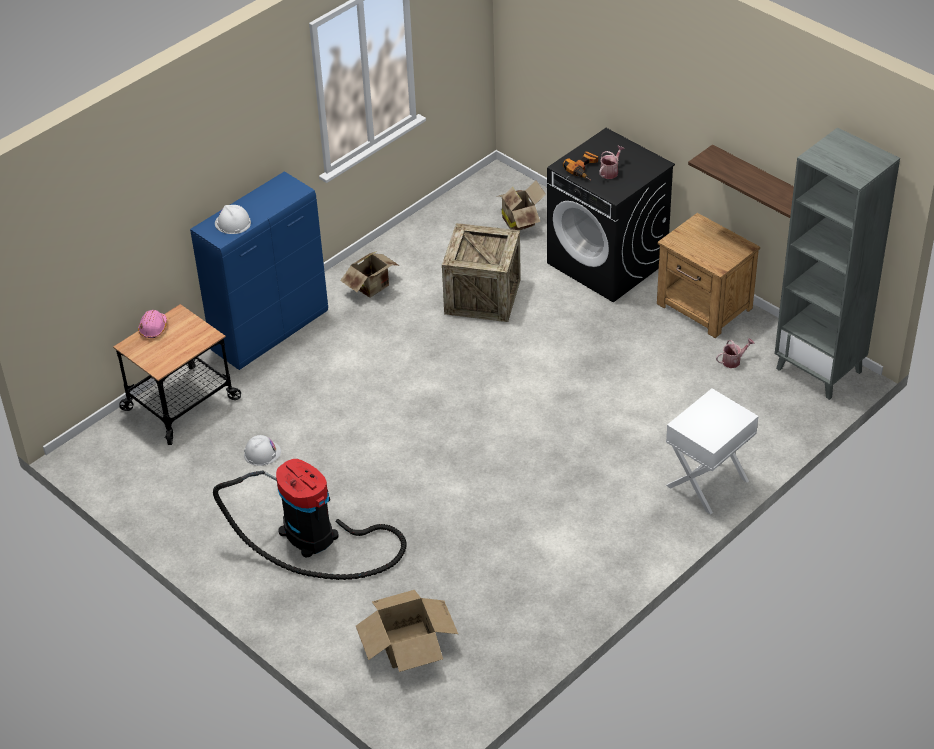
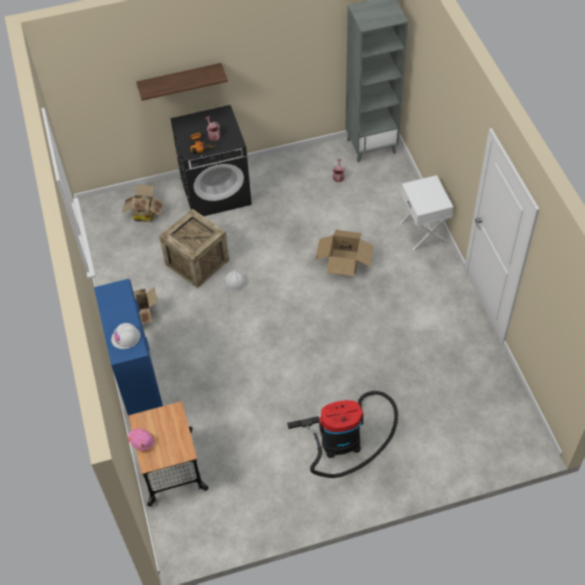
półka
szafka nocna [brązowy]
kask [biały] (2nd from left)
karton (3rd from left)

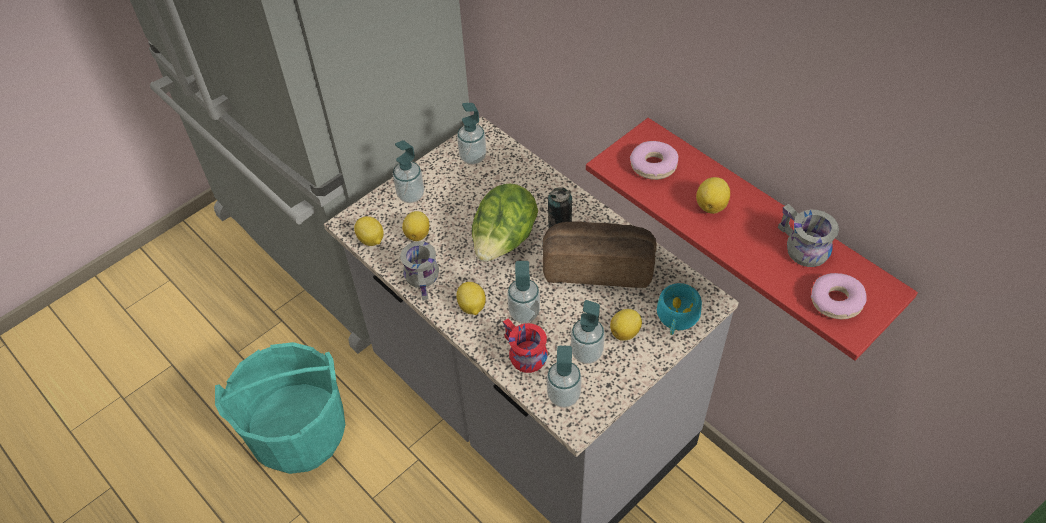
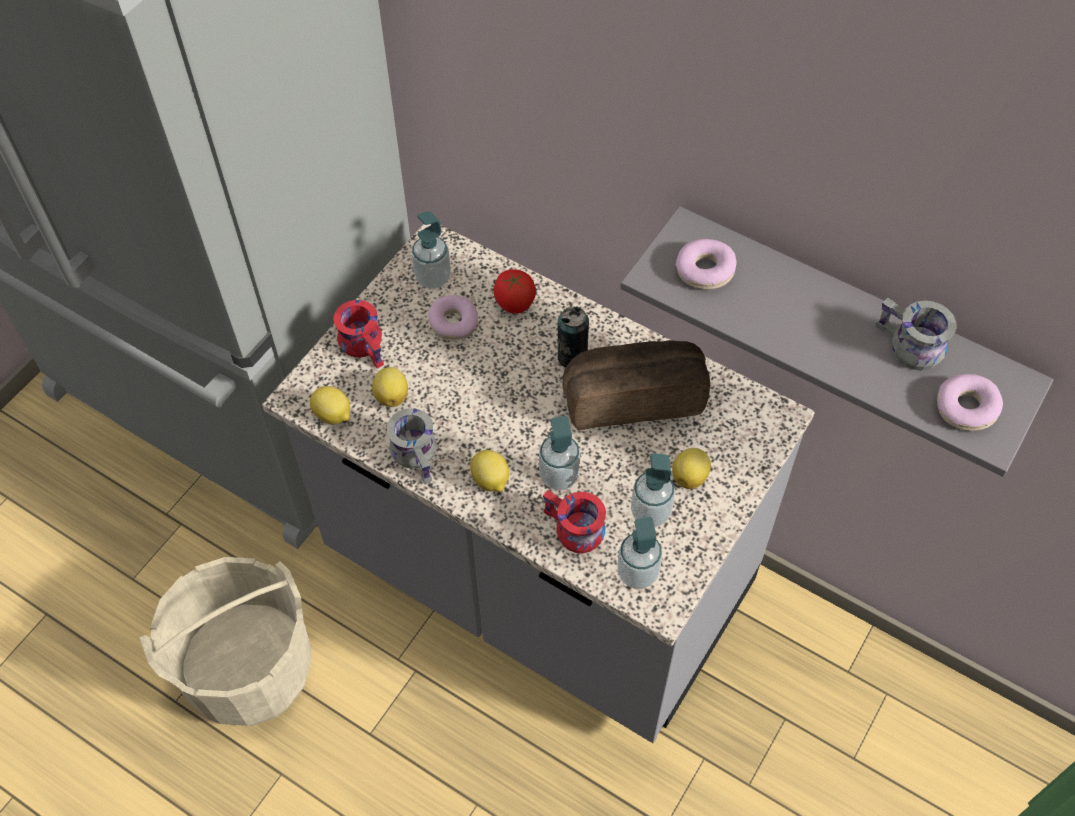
półka [szary]
kubek [czerwony] (1st from left)
cytryna (5th from left in the first image)
sałata
filiżanka [turkusowy]
wiadro [beżowy]
pomidor
donut (1st from left)

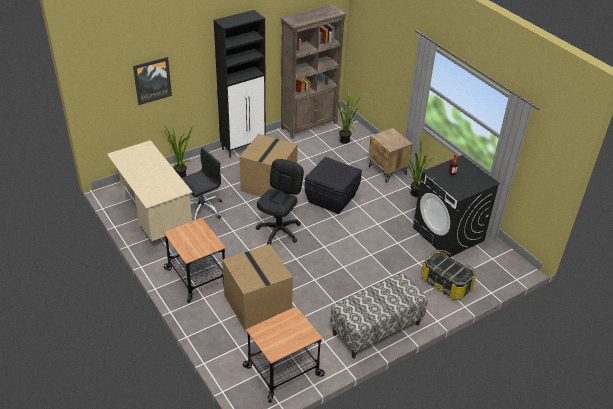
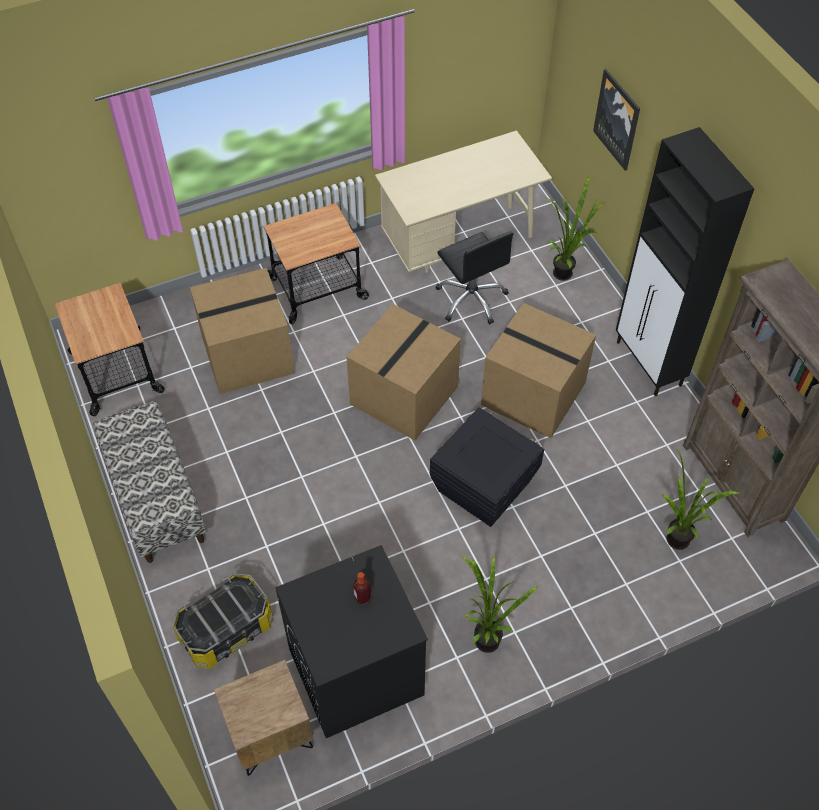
szafka nocna [brązowy]
karton (2nd from left)

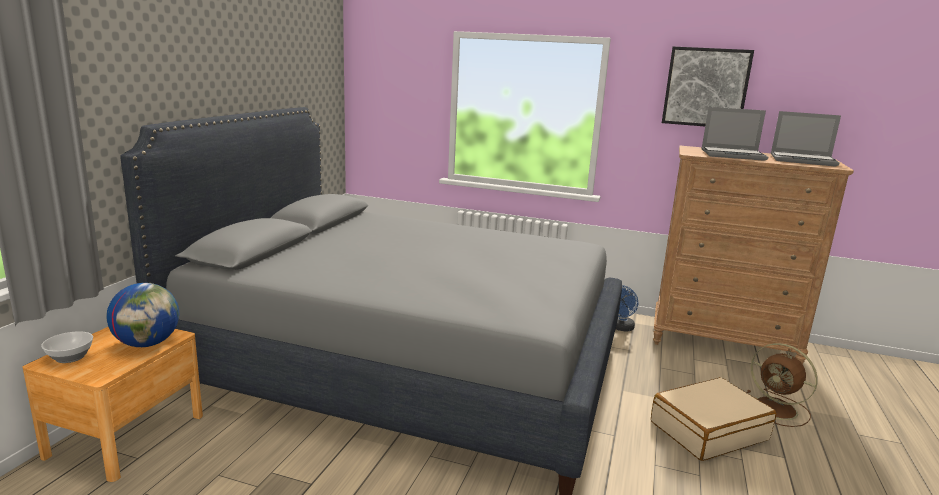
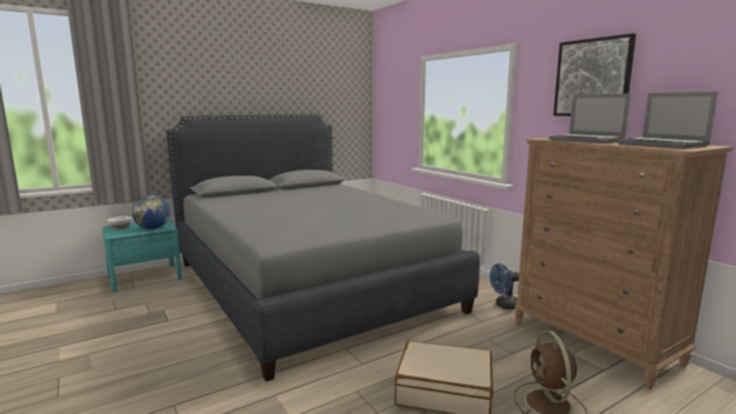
szafka nocna [turkusowy]

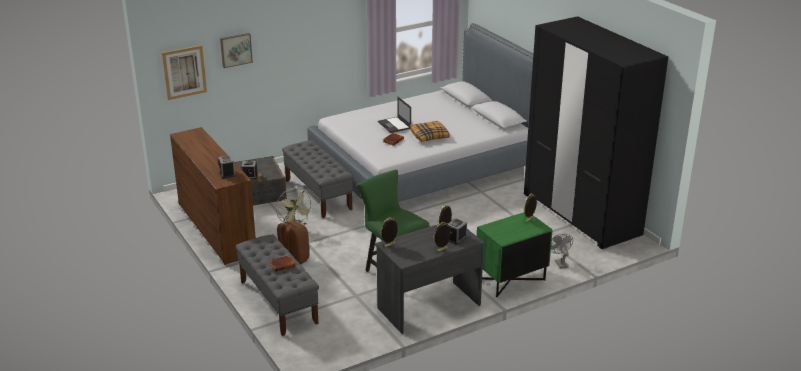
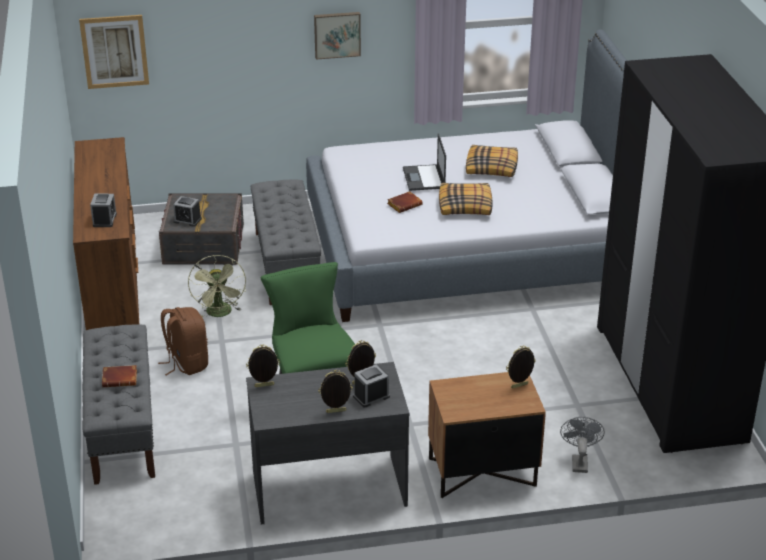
obraz (2nd from left)
szafka nocna [brązowy]
poduszka (2nd from left)

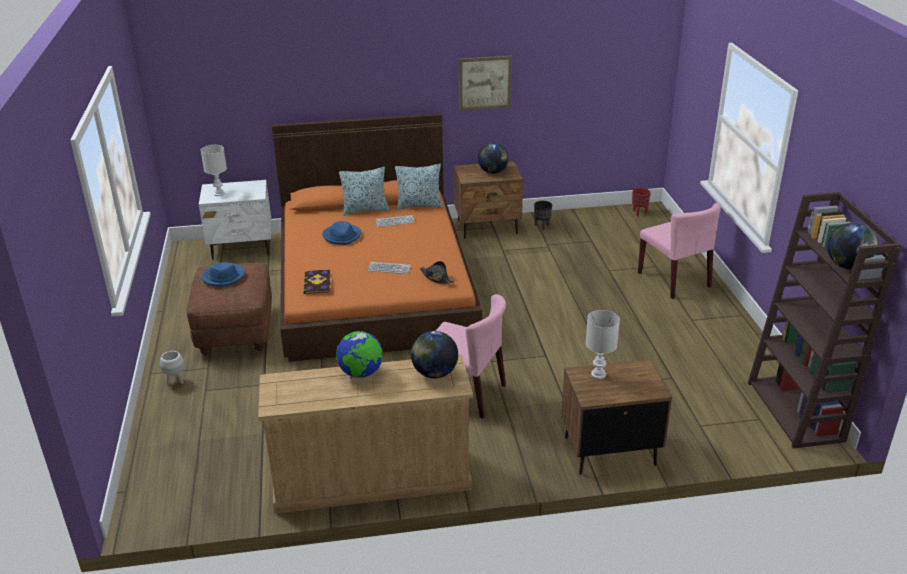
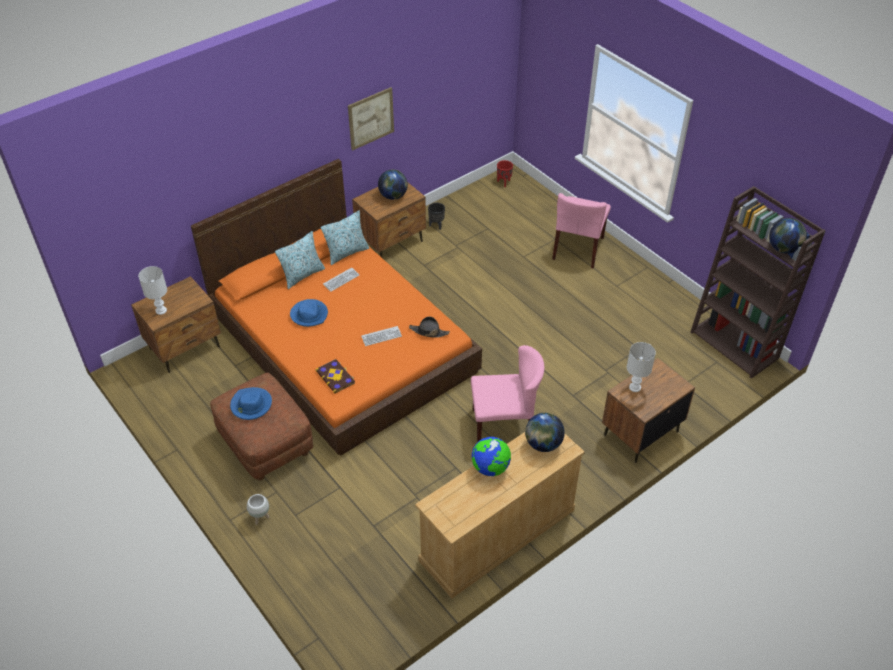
szafka nocna [brązowy] (1st from left)
krzesło [różowy] (2nd from left)

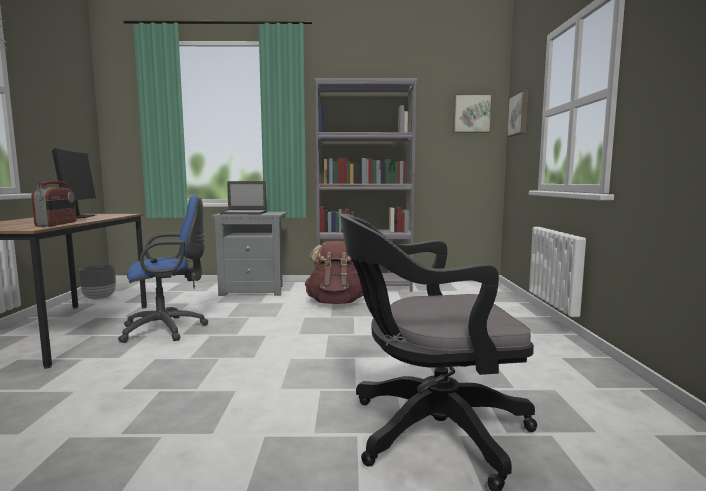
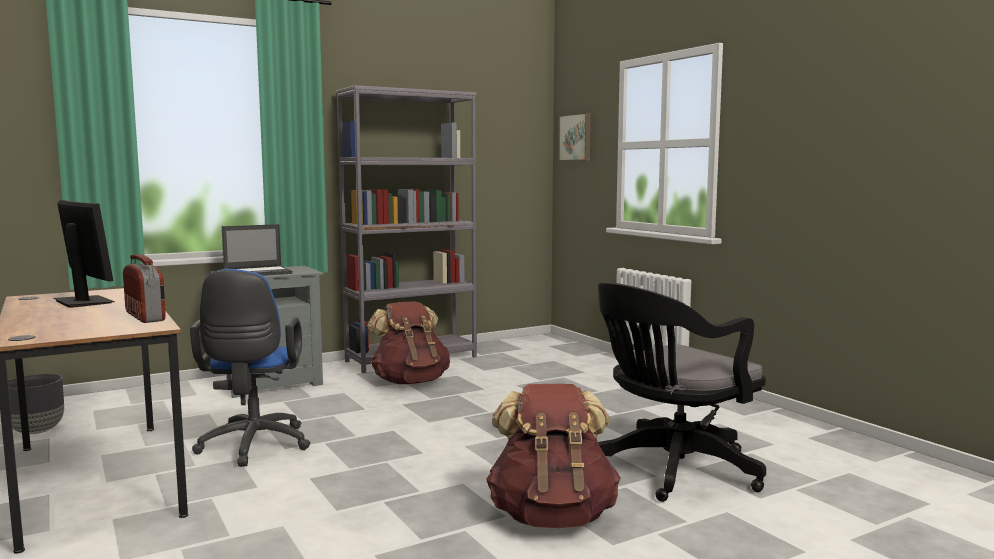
obraz (1st from left in the first image)
krzesło biurowe [niebieski]
plecak [brązowy] (2nd from left)

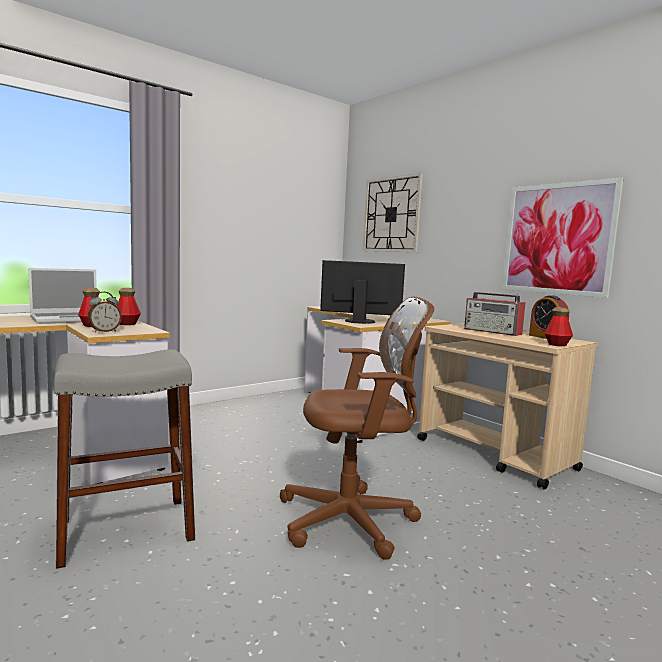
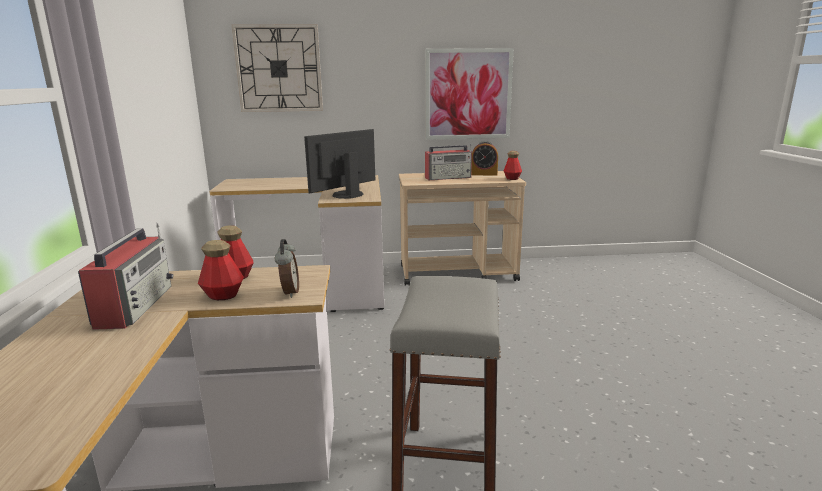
radio (1st from left)
krzesło biurowe [brązowy]

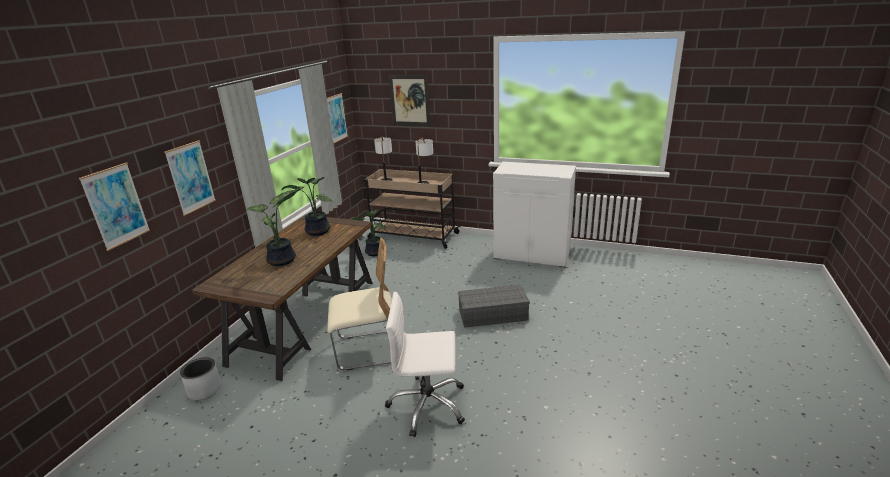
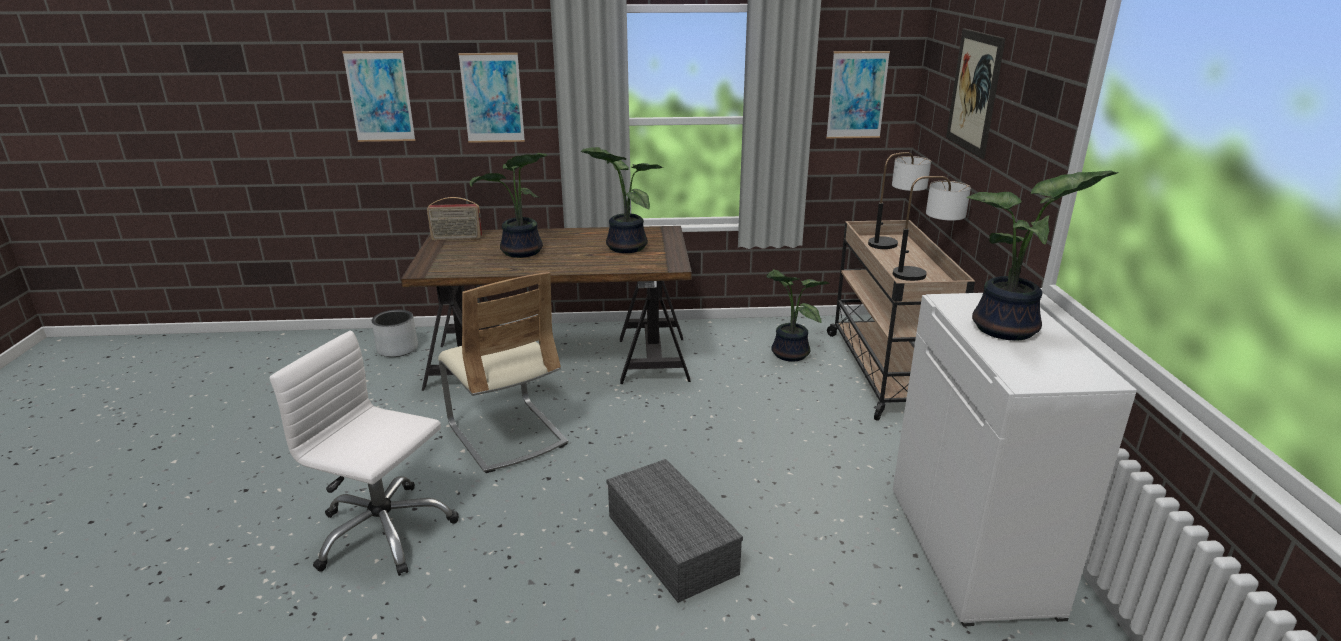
krzesło biurowe [biały]
roślina doniczkowa (4th from left)
radio

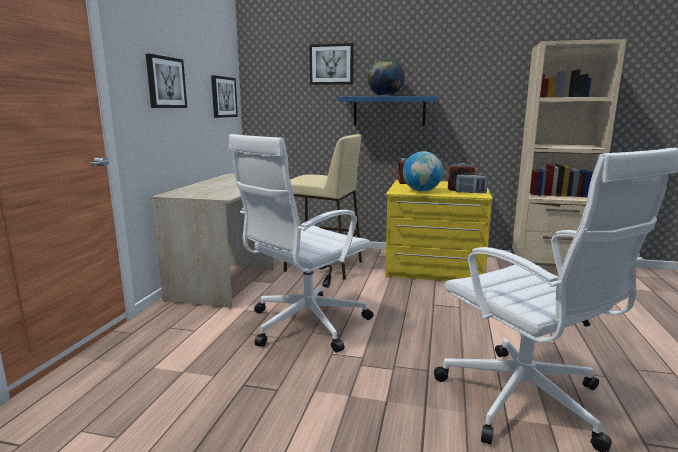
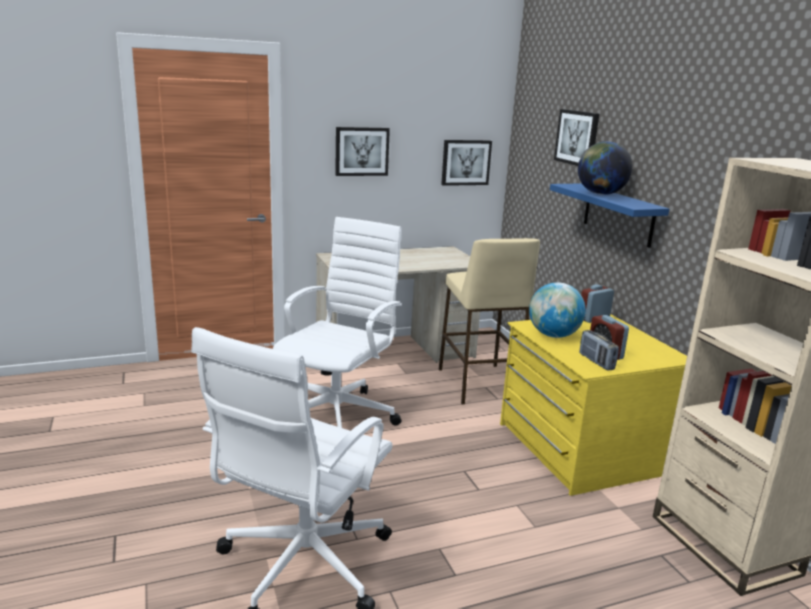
krzesło biurowe [biały] (2nd from left)

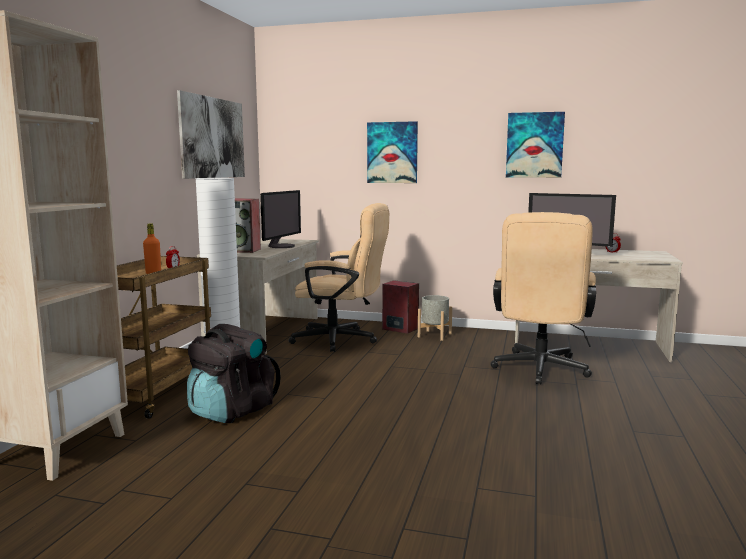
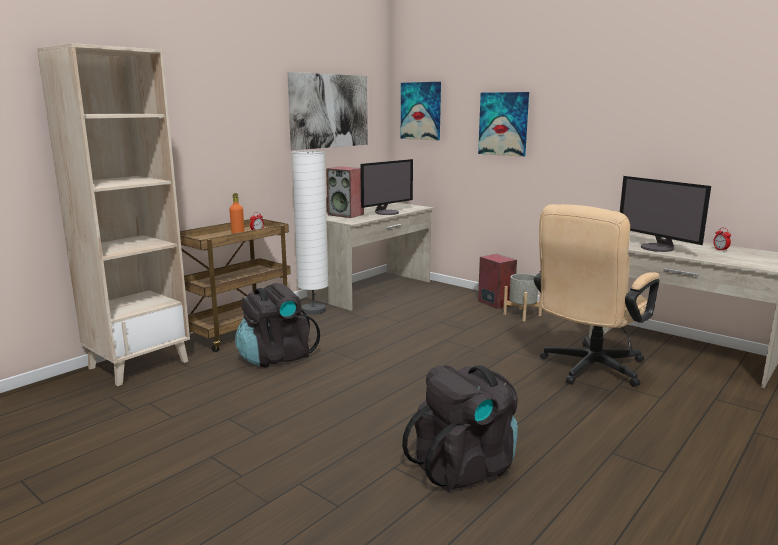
obraz (2nd from left)
krzesło biurowe [beżowy] (1st from left in the first image)
plecak [czarny] (2nd from left)

